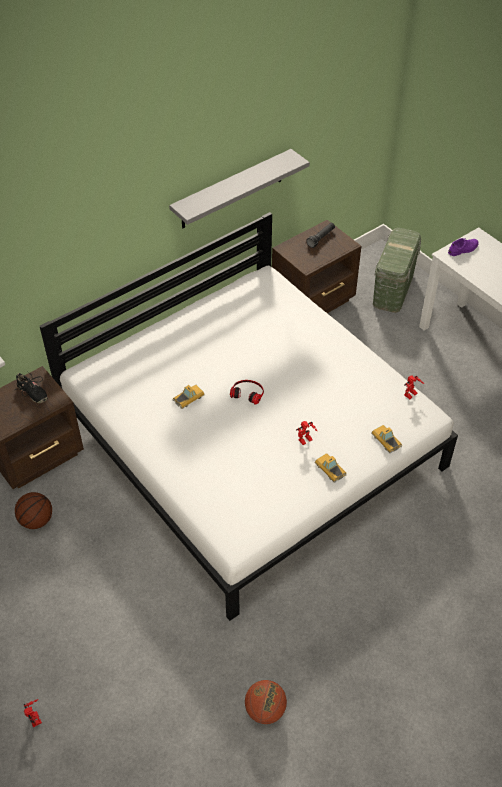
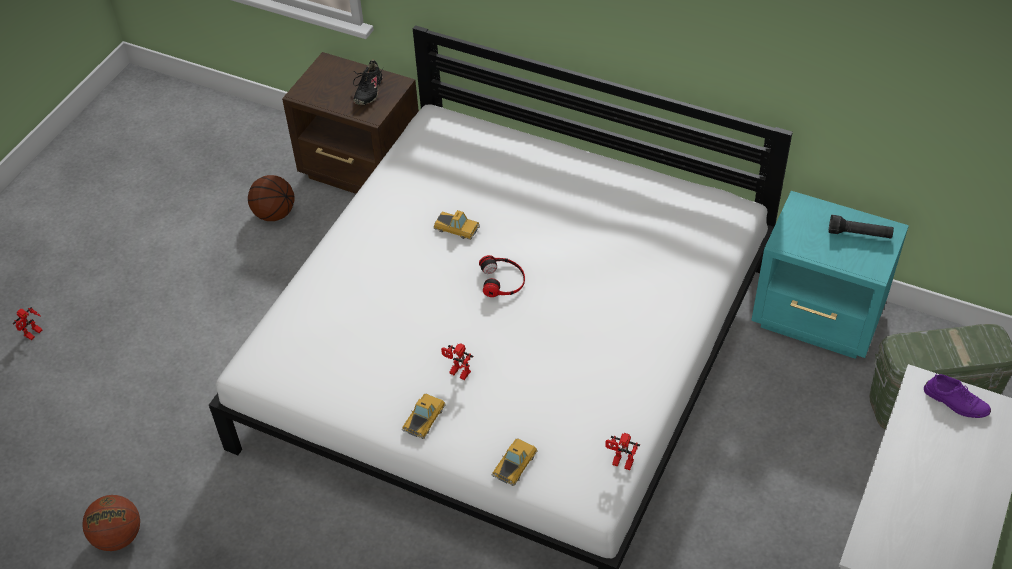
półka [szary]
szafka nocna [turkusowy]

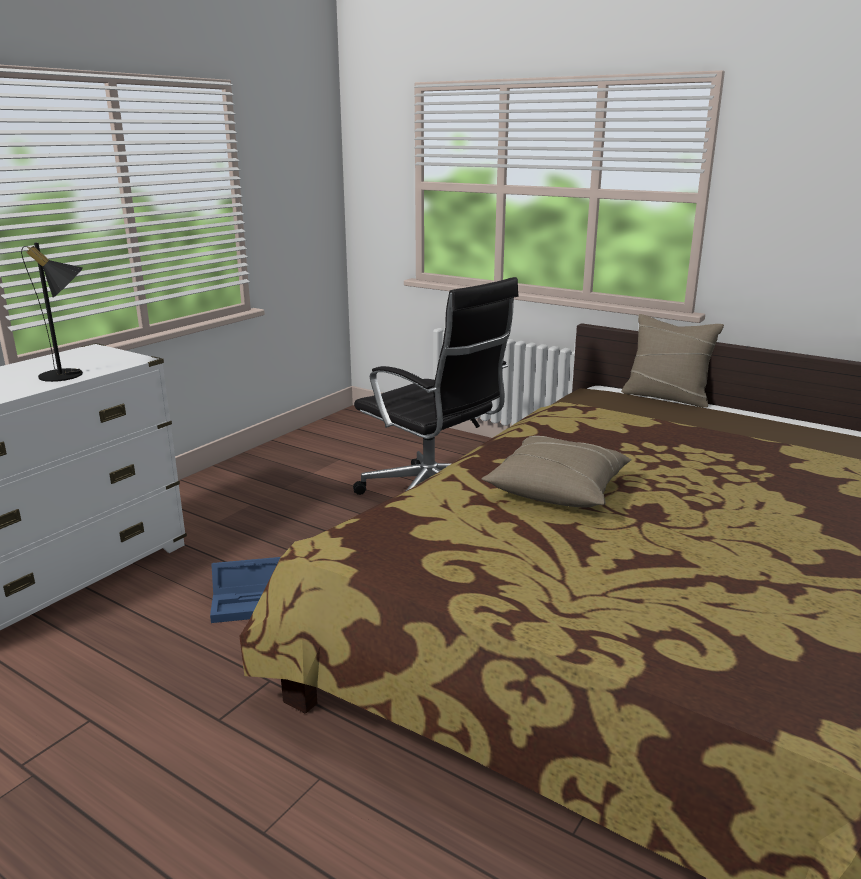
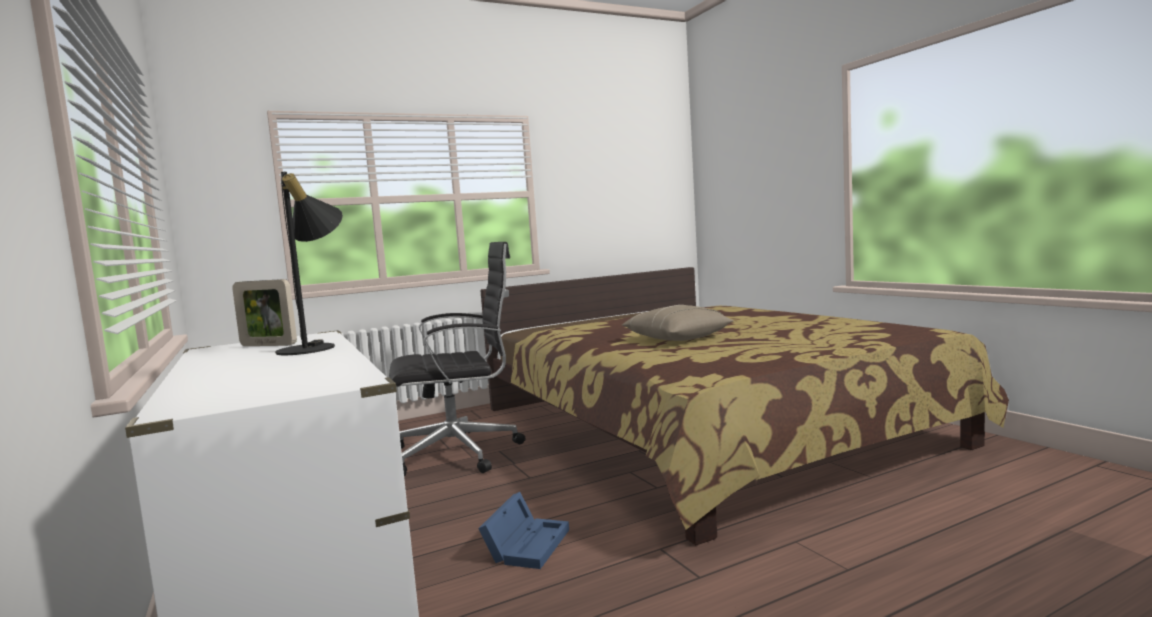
poduszka [beżowy] (2nd from left in the first image)
ramka na zdjęcie

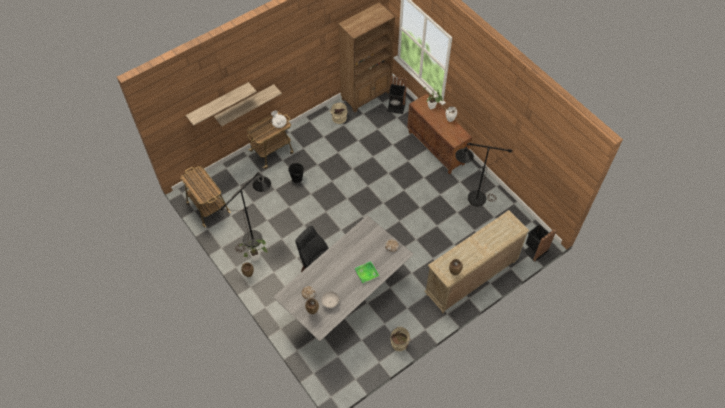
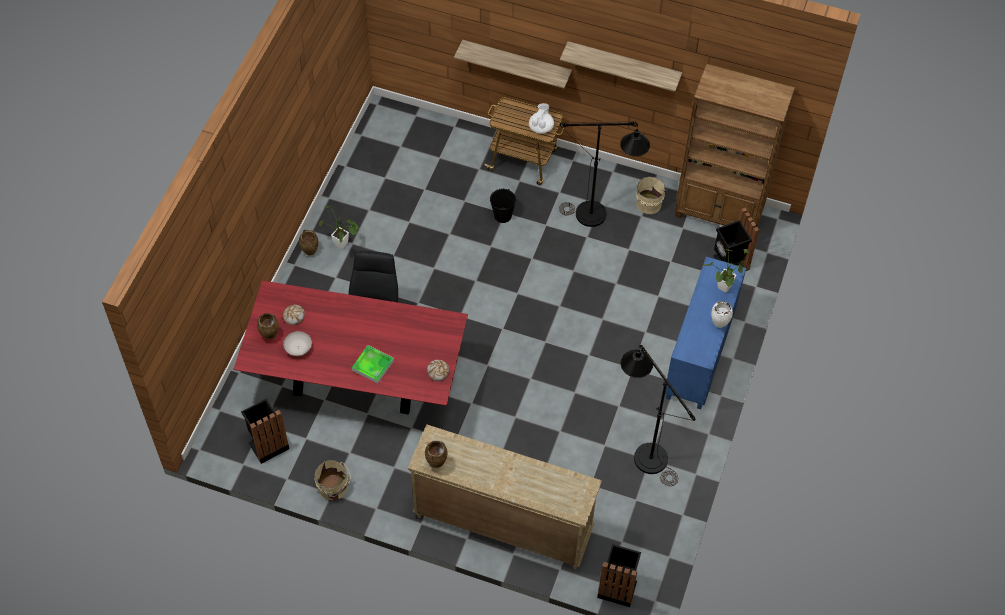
półka (2nd from left)
szafka [niebieski]
wózek (1st from left in the first image)
lampa stojąca [czarny] (1st from left)
stół jadalny [czerwony]
kosz na śmieci [czarny] (1st from left)

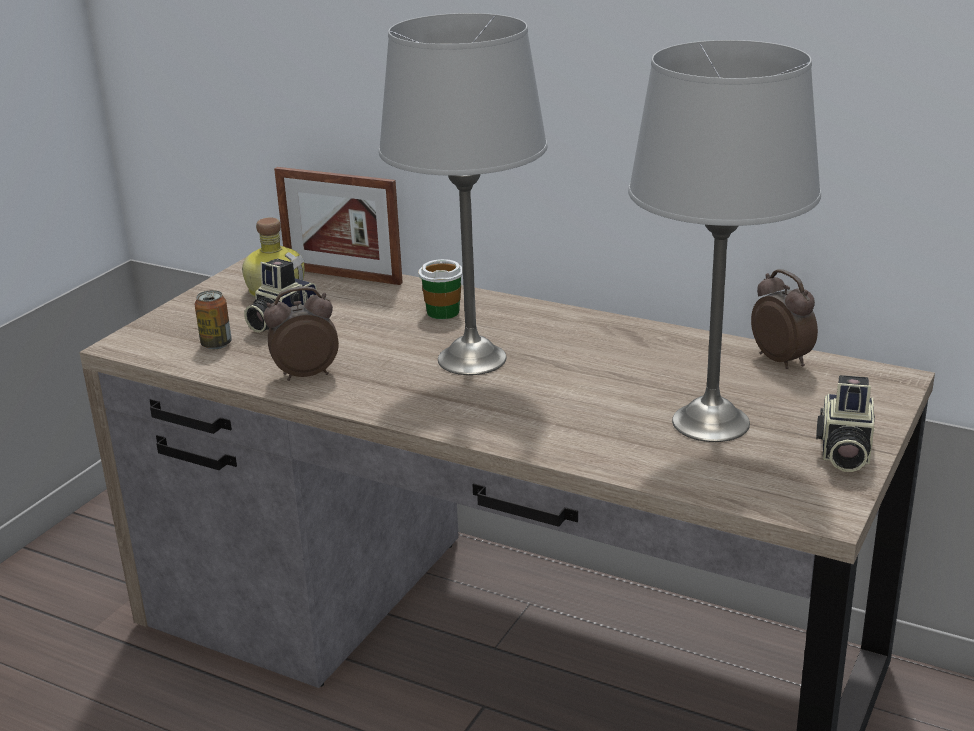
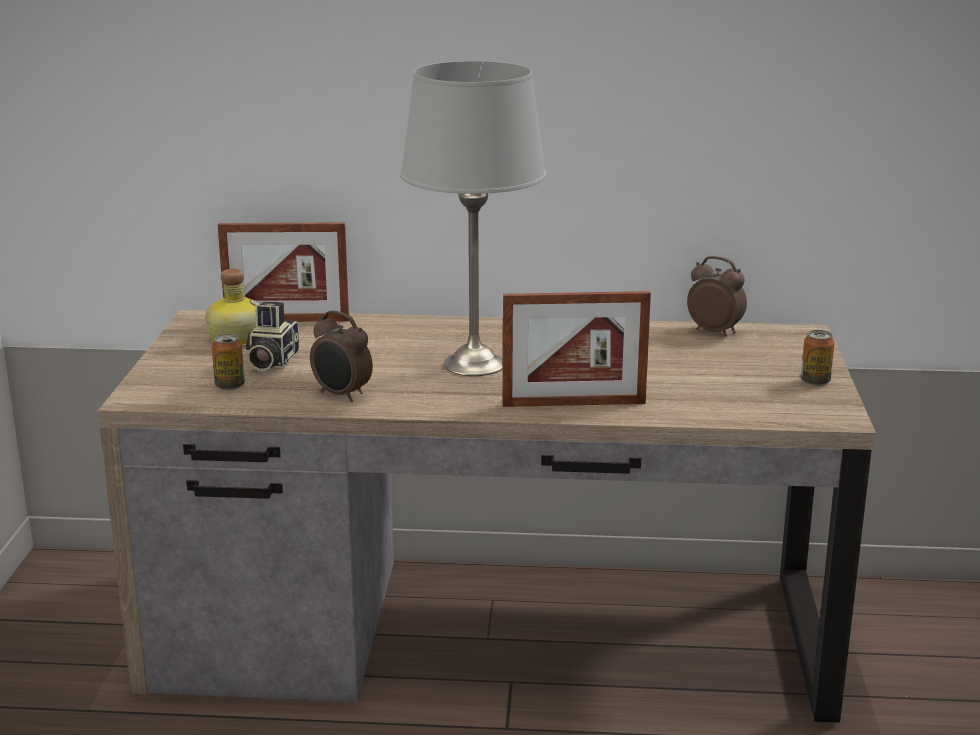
lampa stołowa [szary] (2nd from left in the first image)
filiżanka
budzik (1st from left)
puszka (2nd from left)
ramka na zdjęcie (2nd from left)

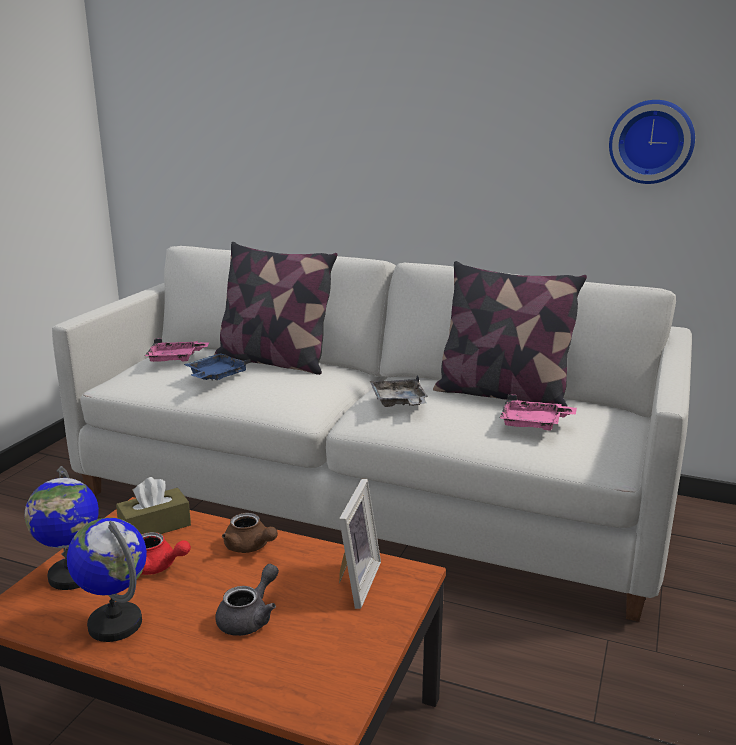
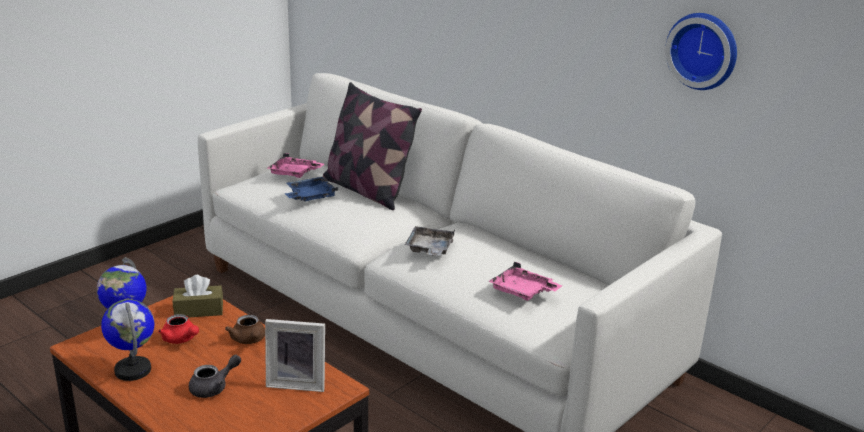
poduszka (2nd from left in the first image)
ramka na zdjęcie

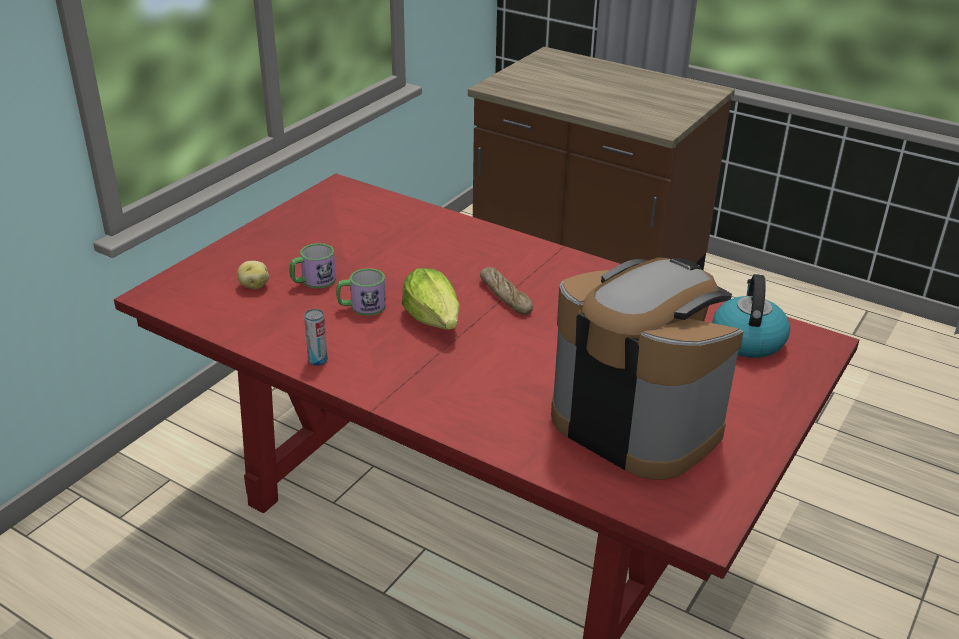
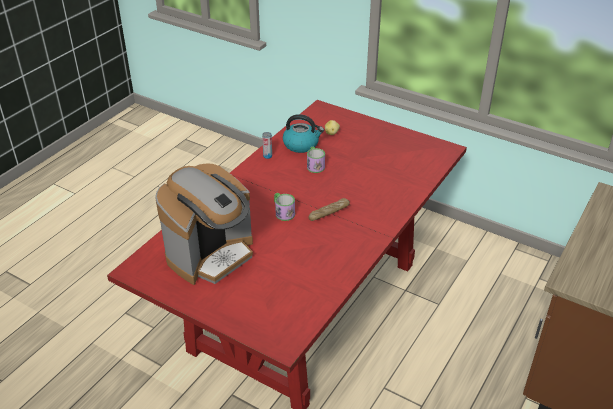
kubek (1st from left)
sałata
czajnik

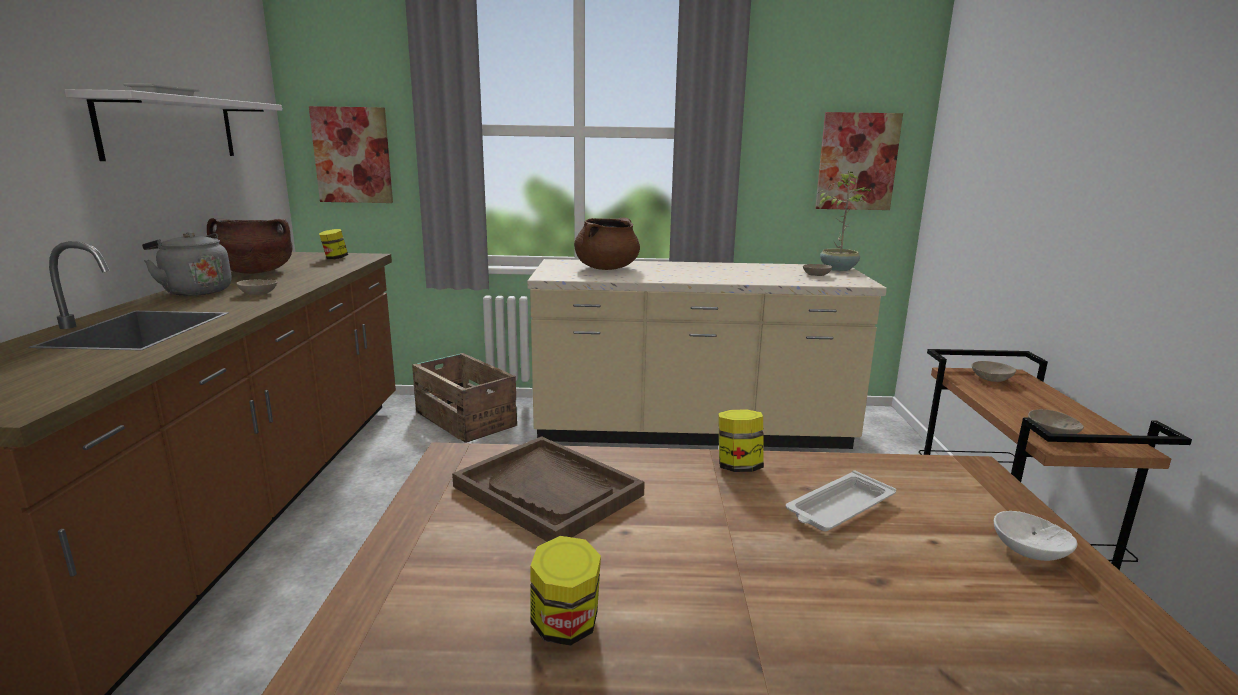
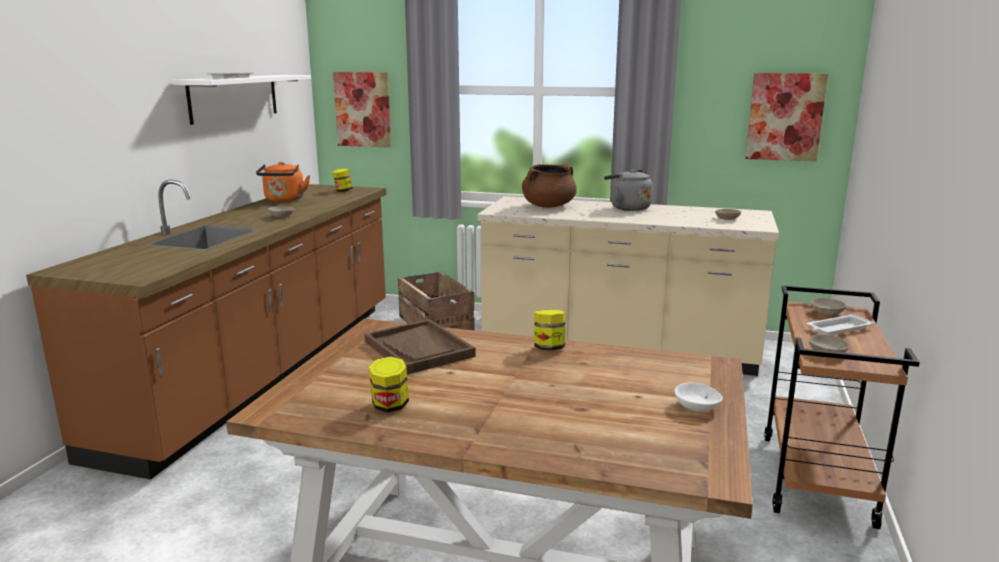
roślina doniczkowa
czajnik [pomarańczowy]
czajnik [szary]
taca [biały] (2nd from left)

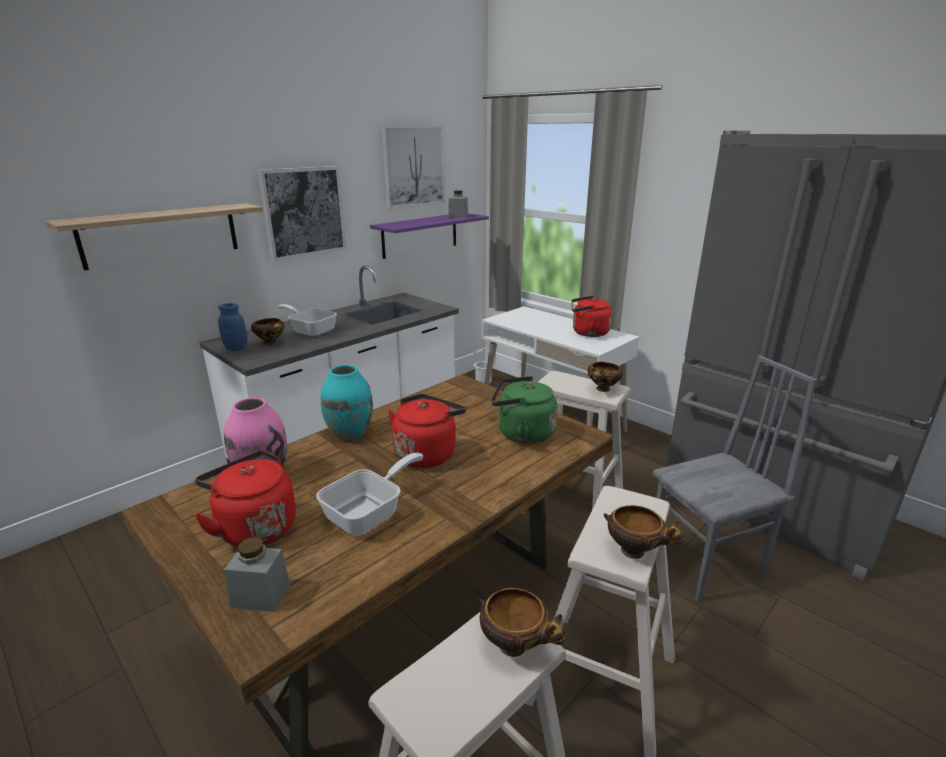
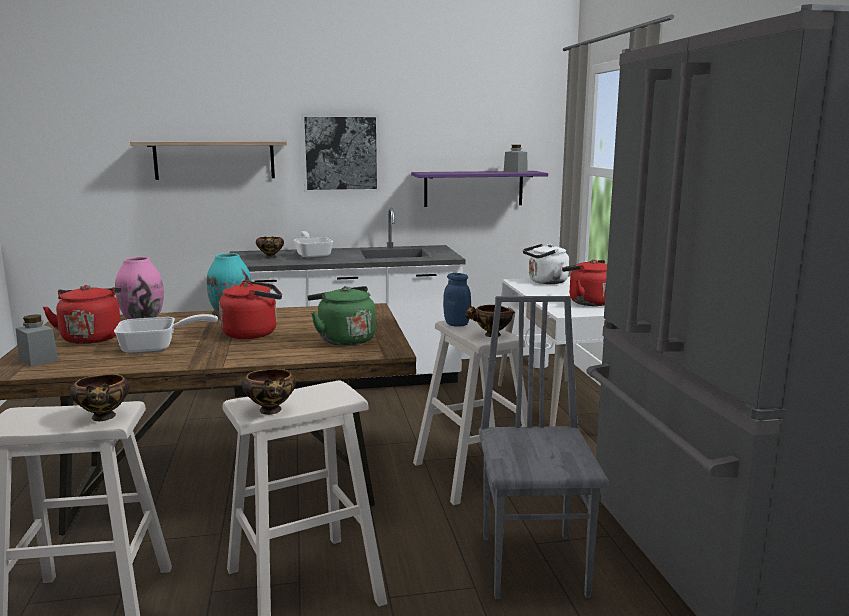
obraz (2nd from left in the first image)
słoik [niebieski]
krzesło [szary]
czajnik [biały]

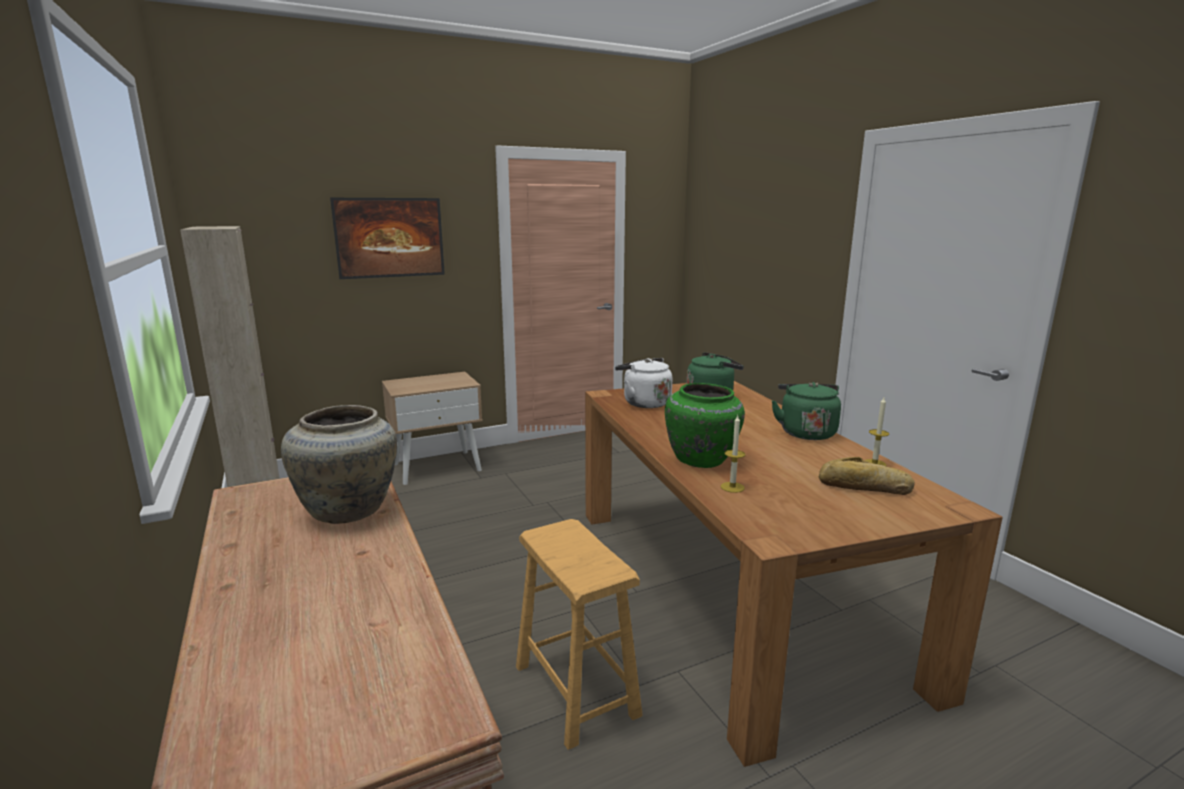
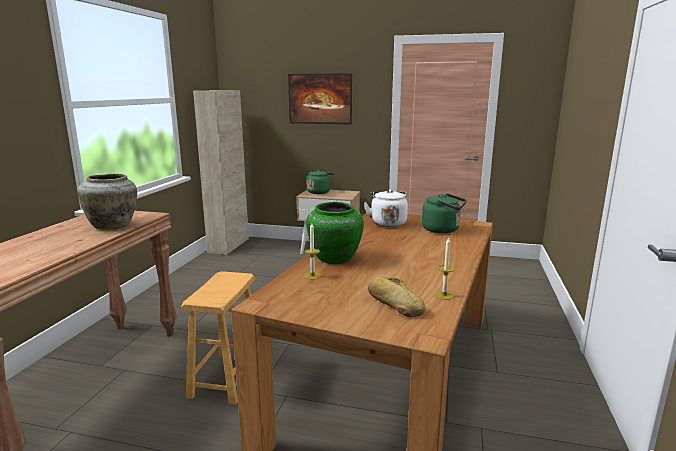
czajnik [zielony] (1st from left)

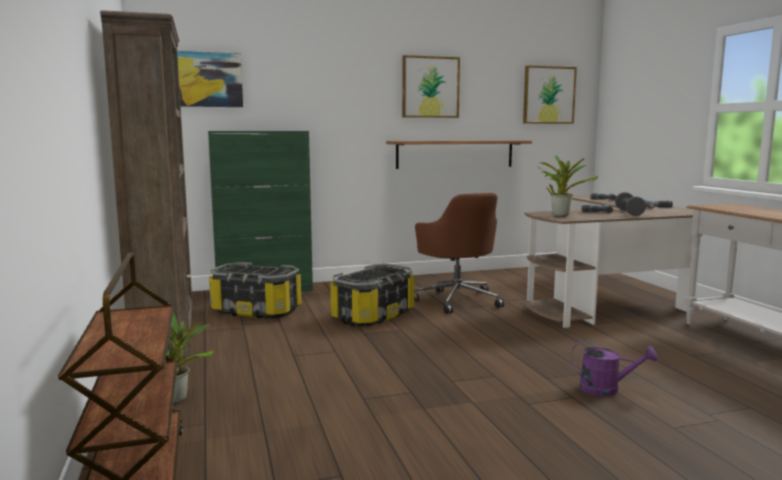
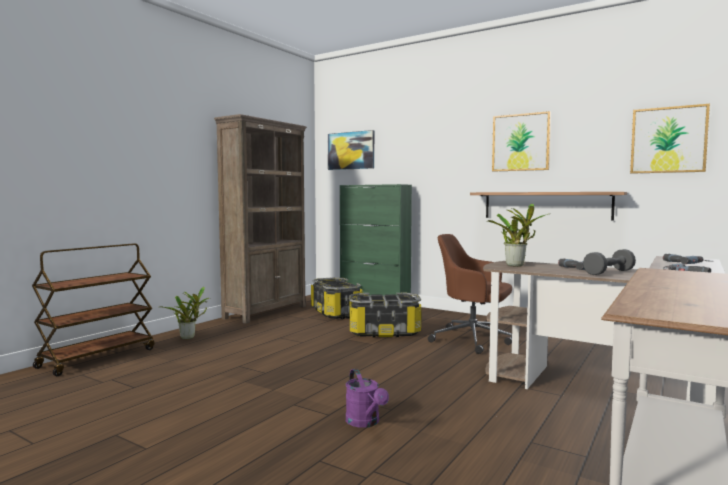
krzesło biurowe [brązowy]

